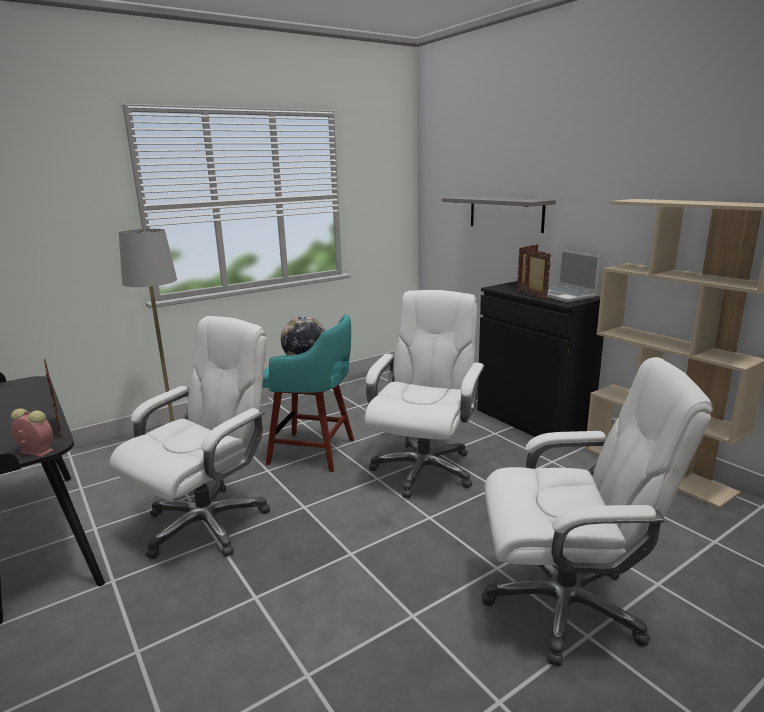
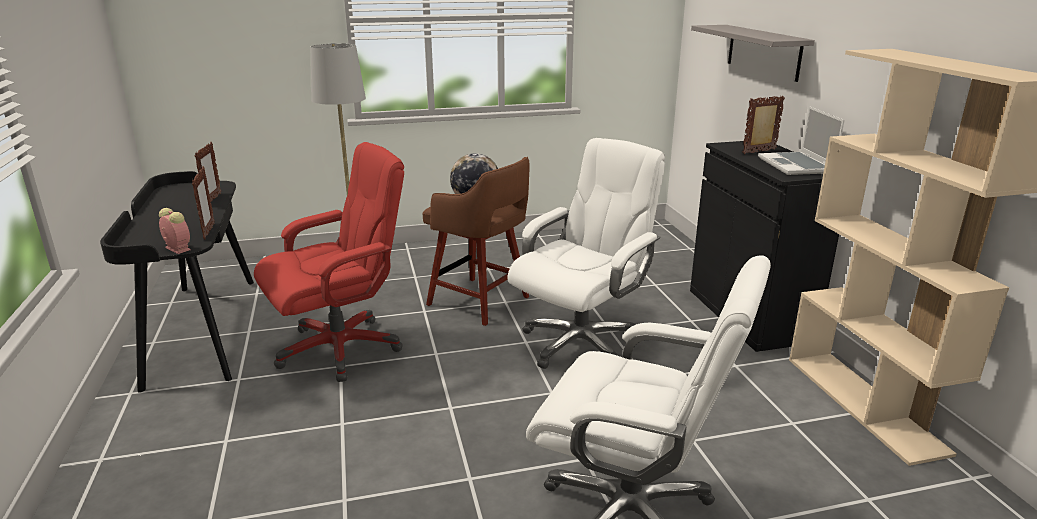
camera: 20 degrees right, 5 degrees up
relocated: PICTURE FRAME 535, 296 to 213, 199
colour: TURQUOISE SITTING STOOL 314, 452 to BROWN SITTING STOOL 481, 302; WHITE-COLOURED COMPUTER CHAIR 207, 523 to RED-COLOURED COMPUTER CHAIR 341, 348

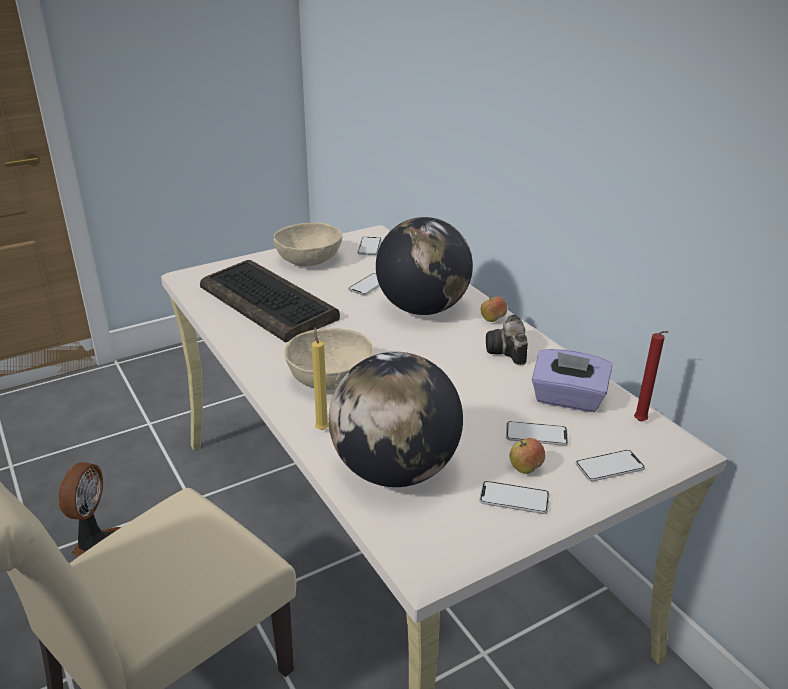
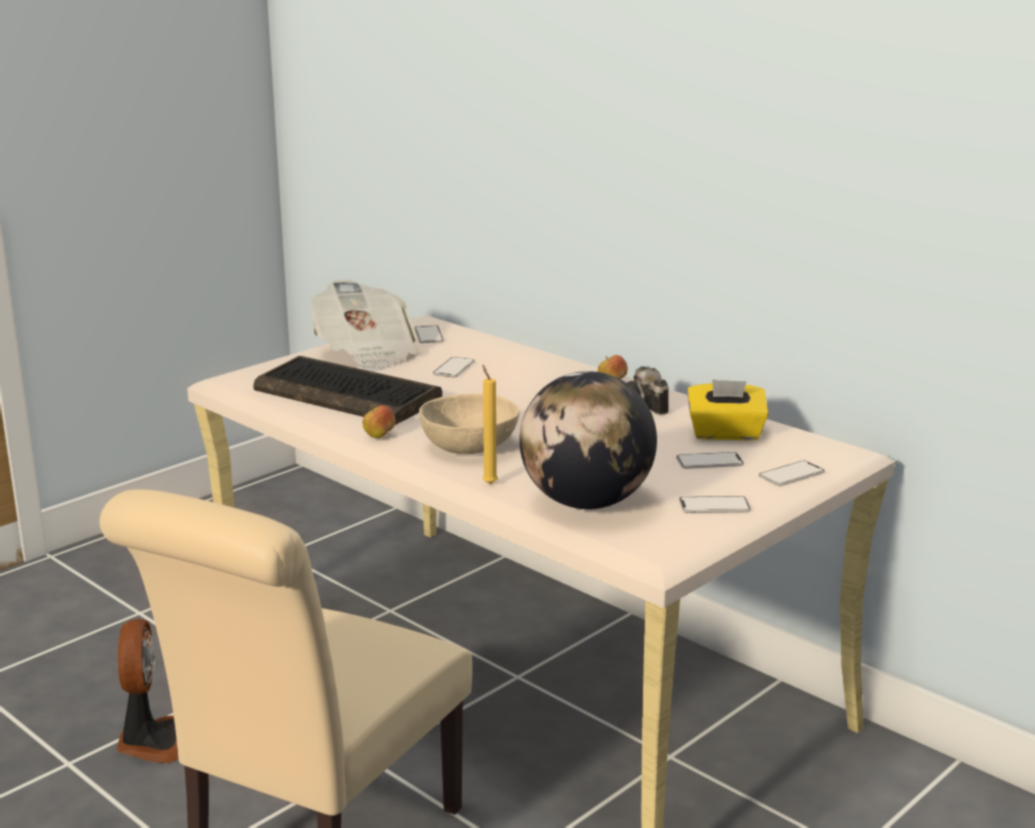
camera: 15 degrees left, 10 degrees down
missing: DESK GLOBE 422, 309; RED-COLOURED CANDLE 641, 422
relocated: WHOLE APPLE 525, 468 to 379, 436
exchanged: BEIGE-COLOURED SERVING BOWL 309, 260 to PRINTED PAPER 365, 354
colour: PURPLE BOX OF TISSUES 567, 399 to YELLOWISH BOX OF TISSUES 725, 434

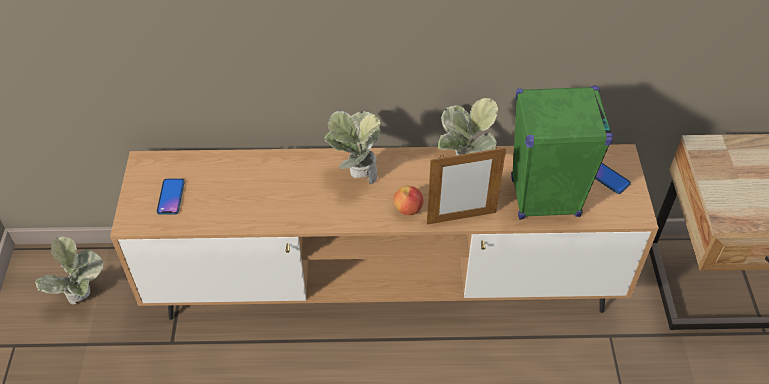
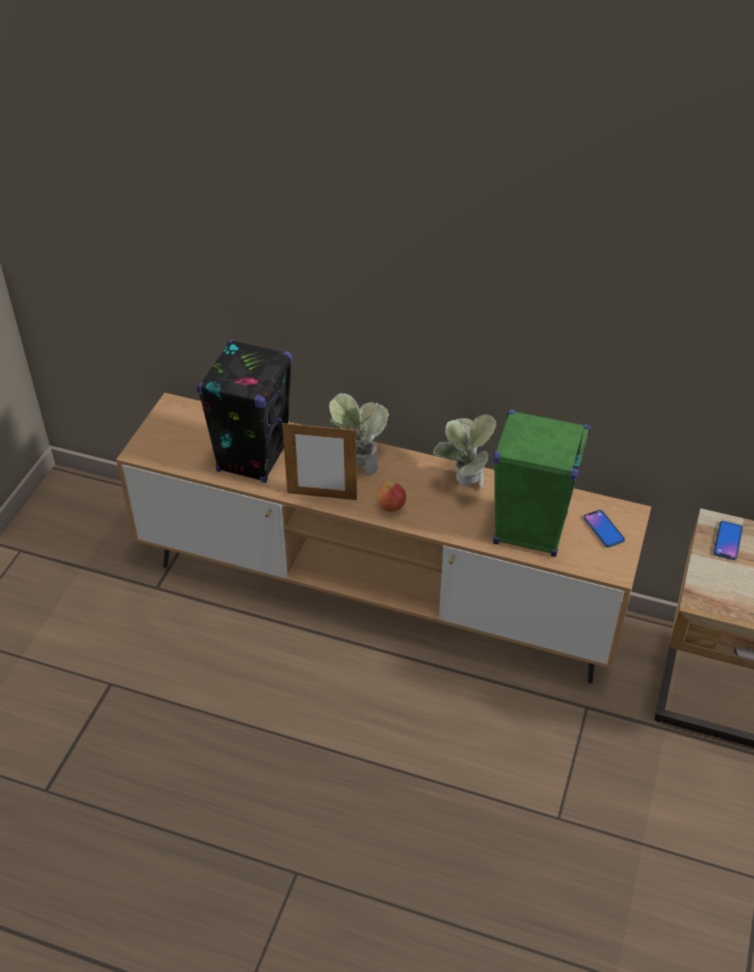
camera: 20 degrees right, 5 degrees down
missing: POTTED PLANT 84, 299
appeared: BLACK-COLOURED SPEAKER 253, 458
relocated: PICTURE FRAME 461, 218 to 322, 496; TELEPHONE 171, 197 to 727, 541

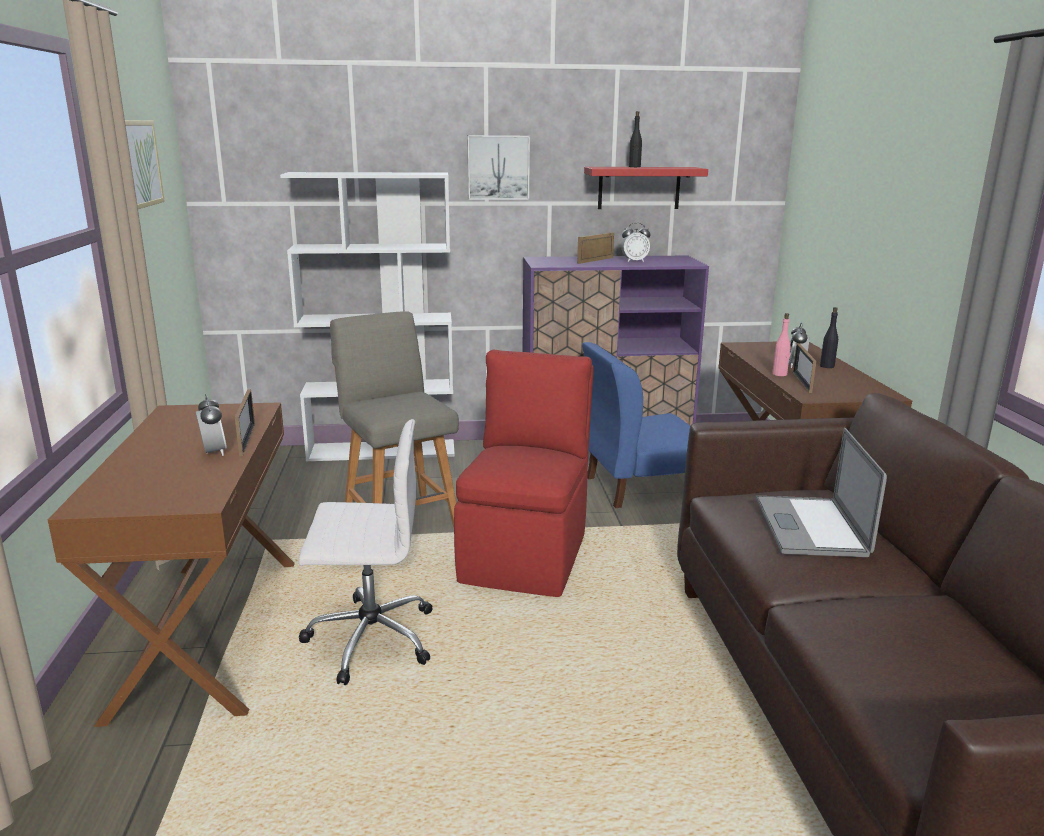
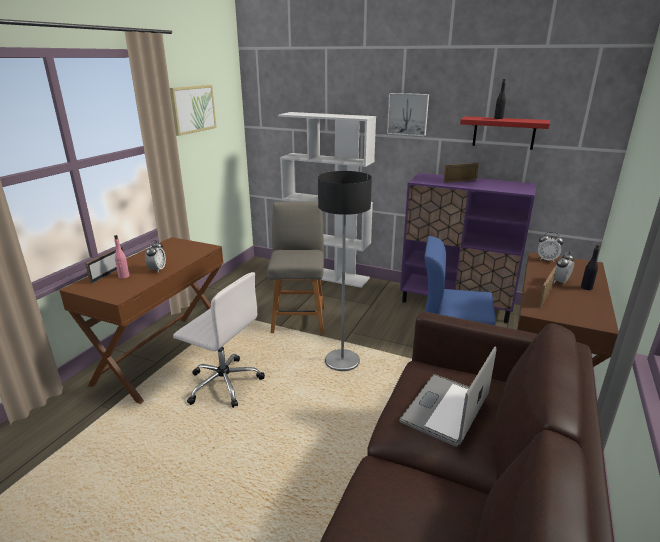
camera: 30 degrees right, 5 degrees up
relocated: ALARM CLOCK 634, 261 to 546, 260; PINK-COLOURED DRINK BOTTLE 779, 374 to 124, 276; PICTURE FRAME 247, 439 to 108, 274
exchanged: RED-COLOURED CHAIR 526, 555 to STANDING LAMP 342, 361

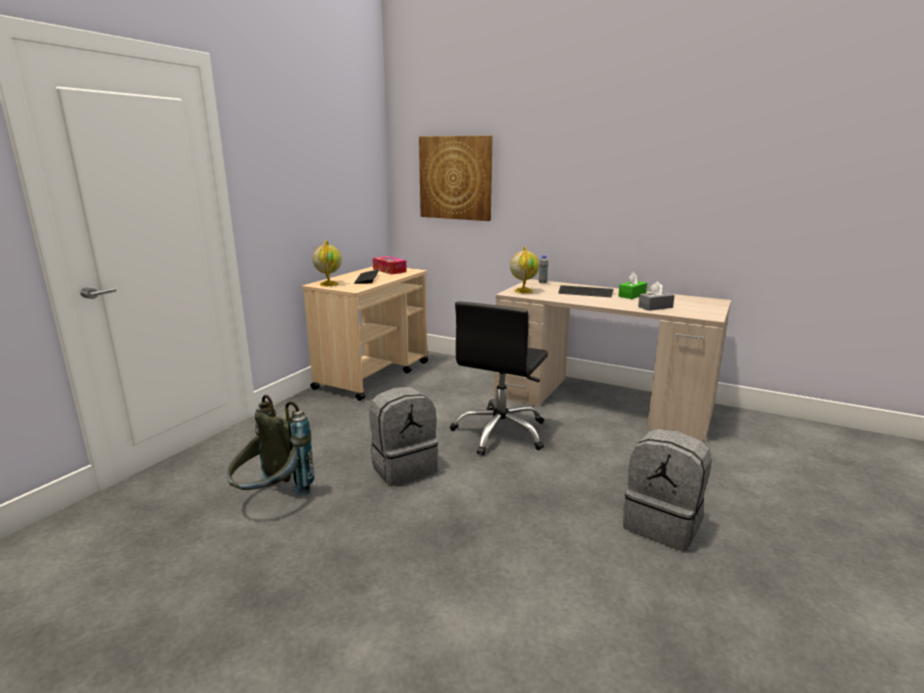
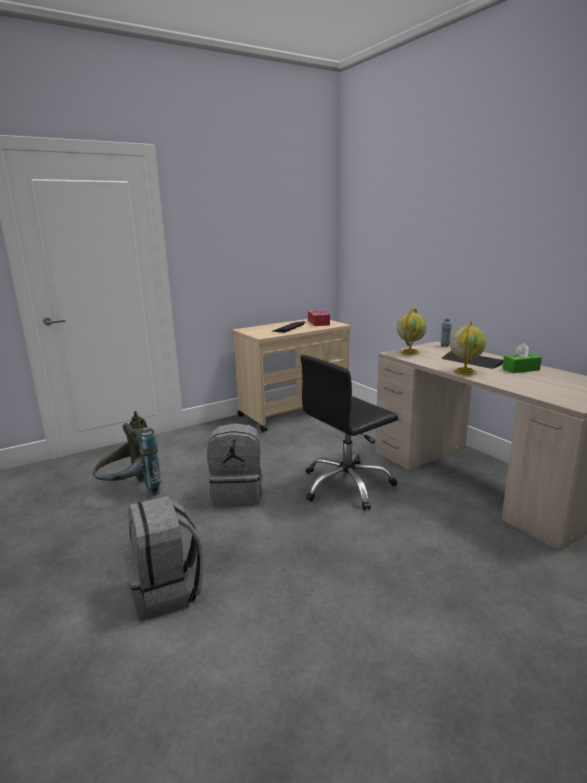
camera: 30 degrees right, 0 degrees up
missing: WALL PICTURE 455, 178; GRAY BOX OF TISSUES 655, 307
relocated: DESK GLOBE 329, 284 to 465, 372; GRAY RUCKSACK 663, 524 to 167, 592

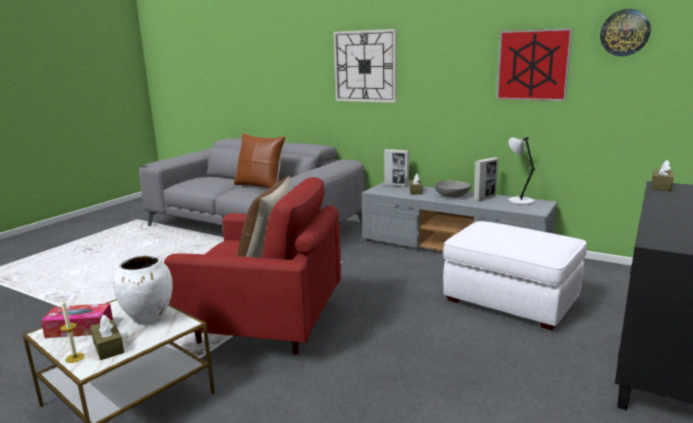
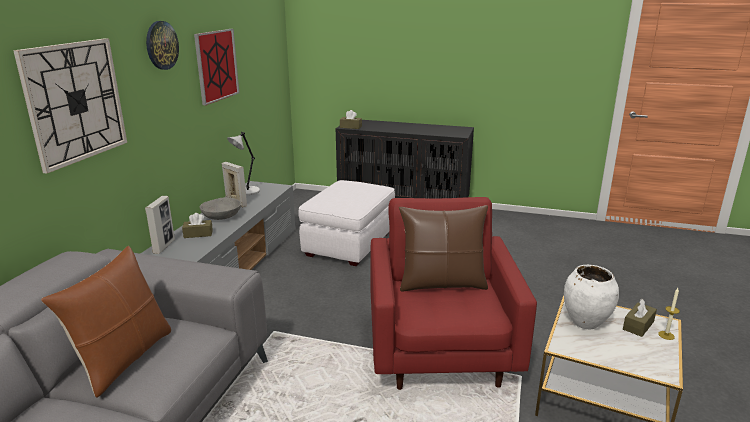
camera: 105 degrees left, 5 degrees up
missing: BOX OF TISSUES 79, 328
relocated: WALL CLOCK 625, 32 to 161, 45

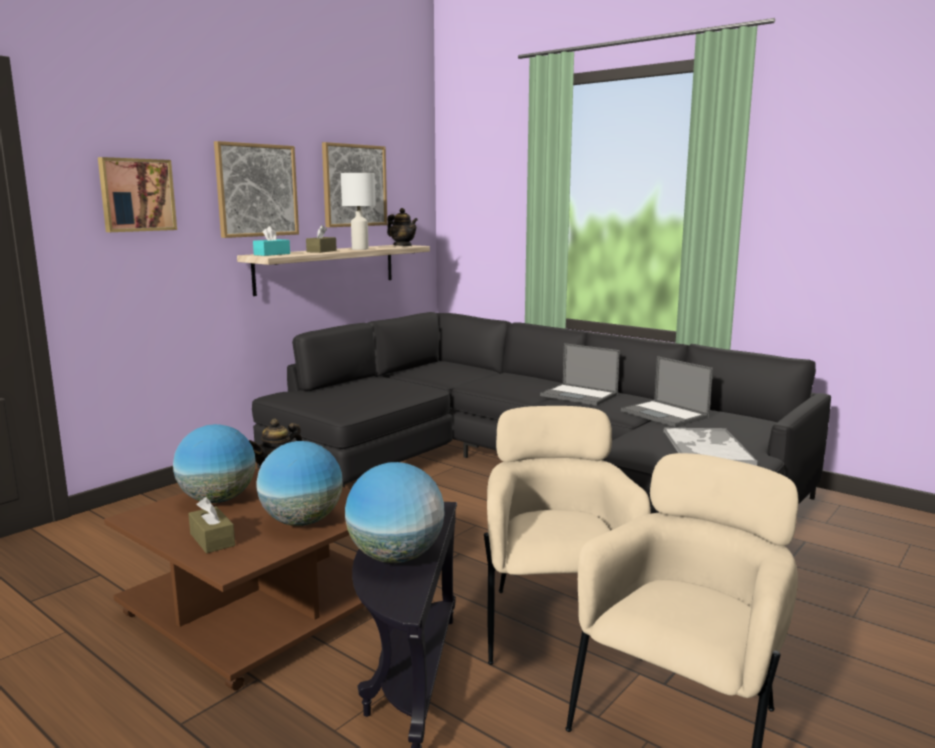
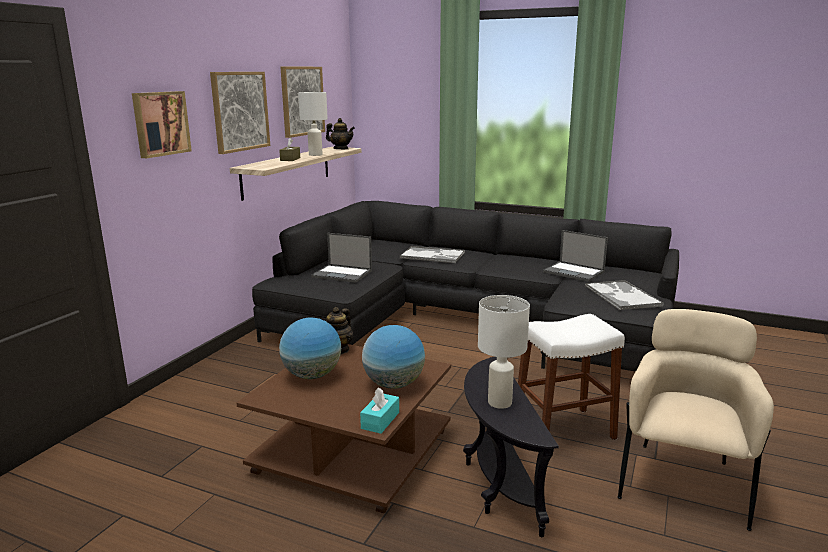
camera: 15 degrees left, 5 degrees up
missing: BROWN BOX OF TISSUES 212, 539
appeared: CARRYING TRAY 433, 255
relocated: TURQUOISE BOX OF TISSUES 272, 254 to 380, 420; NOTEBOOK COMPUTER 580, 395 to 343, 274
exchanged: BEIGE-COLOURED LOUNGE CHAIR 555, 623 to WHITE-COLOURED SITTING STOOL 564, 430; DESK GLOBE 396, 557 to WHITE-COLOURED TABLETOP LAMP 499, 402

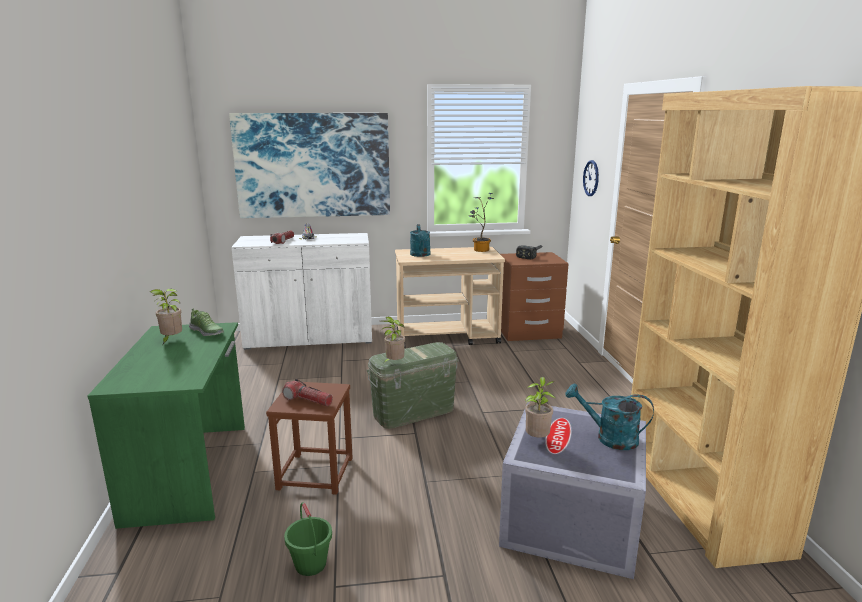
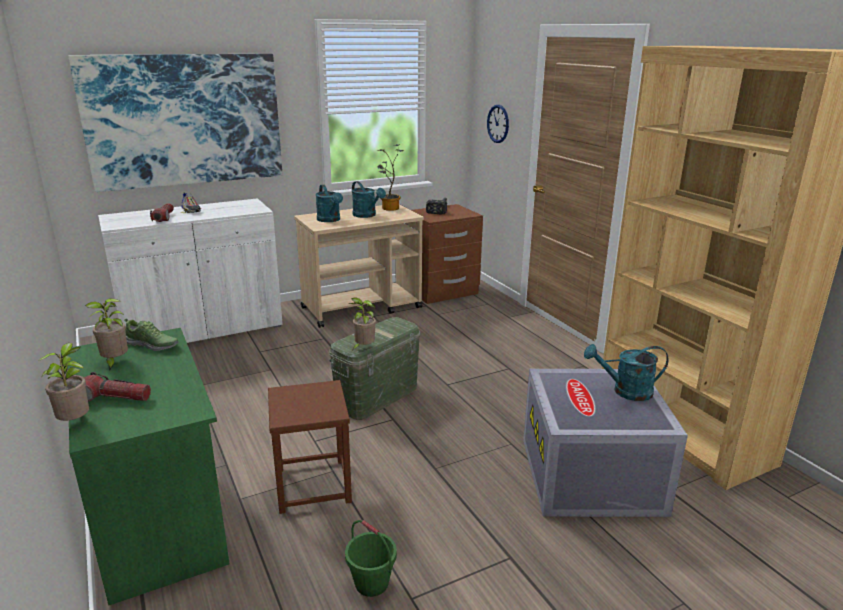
camera: 20 degrees left, 5 degrees up
appeared: TURQUOISE SPRINKLING CAN 367, 215
relocated: POTTED PLANT 537, 439 to 76, 422; FLASHLIGHT 308, 400 to 115, 398

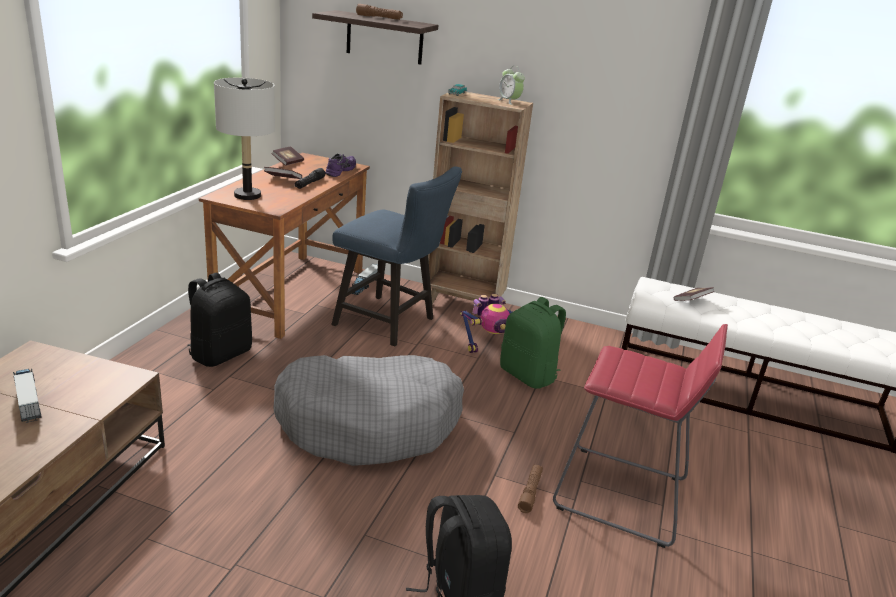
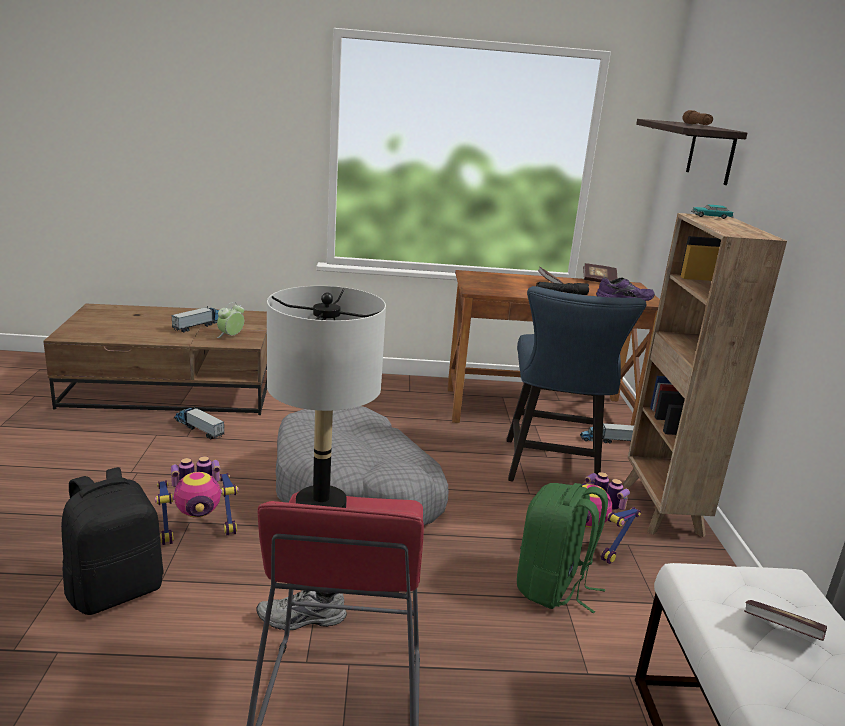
camera: 70 degrees right, 5 degrees down
missing: BLACK-COLOURED RUCKSACK 220, 354
appeared: MODEL TRUCK 198, 428; TOY ROBOT 198, 532
relocated: ALARM CLOCK 509, 101 to 231, 336; GRAY TABLETOP LAMP 247, 195 to 320, 505
exchanged: BROWN FLASHLIGHT 530, 492 to GRAY LOW SHOE 301, 620

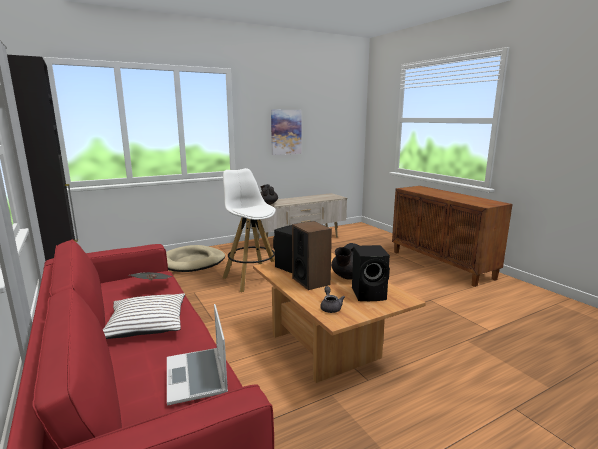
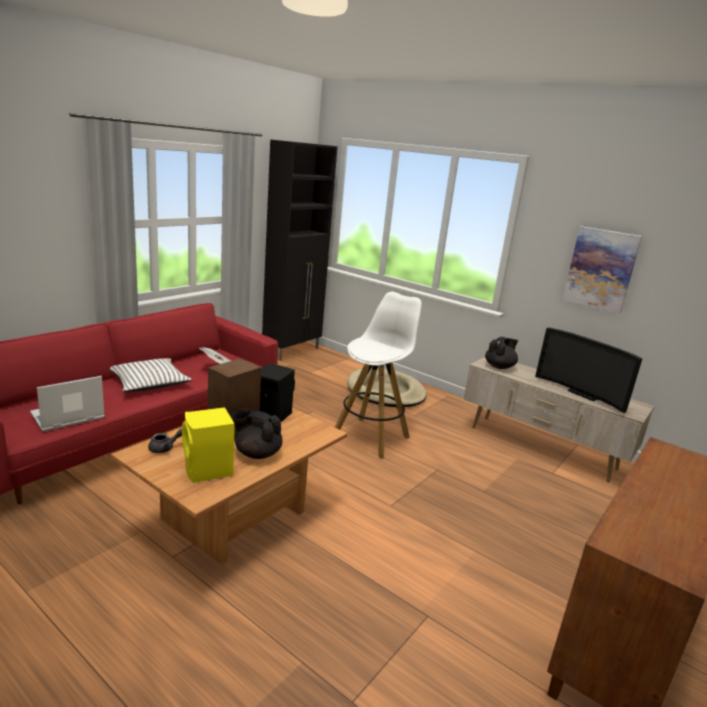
camera: 65 degrees right, 5 degrees up
appeared: TV SET 583, 394
colour: BLACK-COLOURED SPEAKER 370, 294 to YELLOWISH SPEAKER 208, 471

